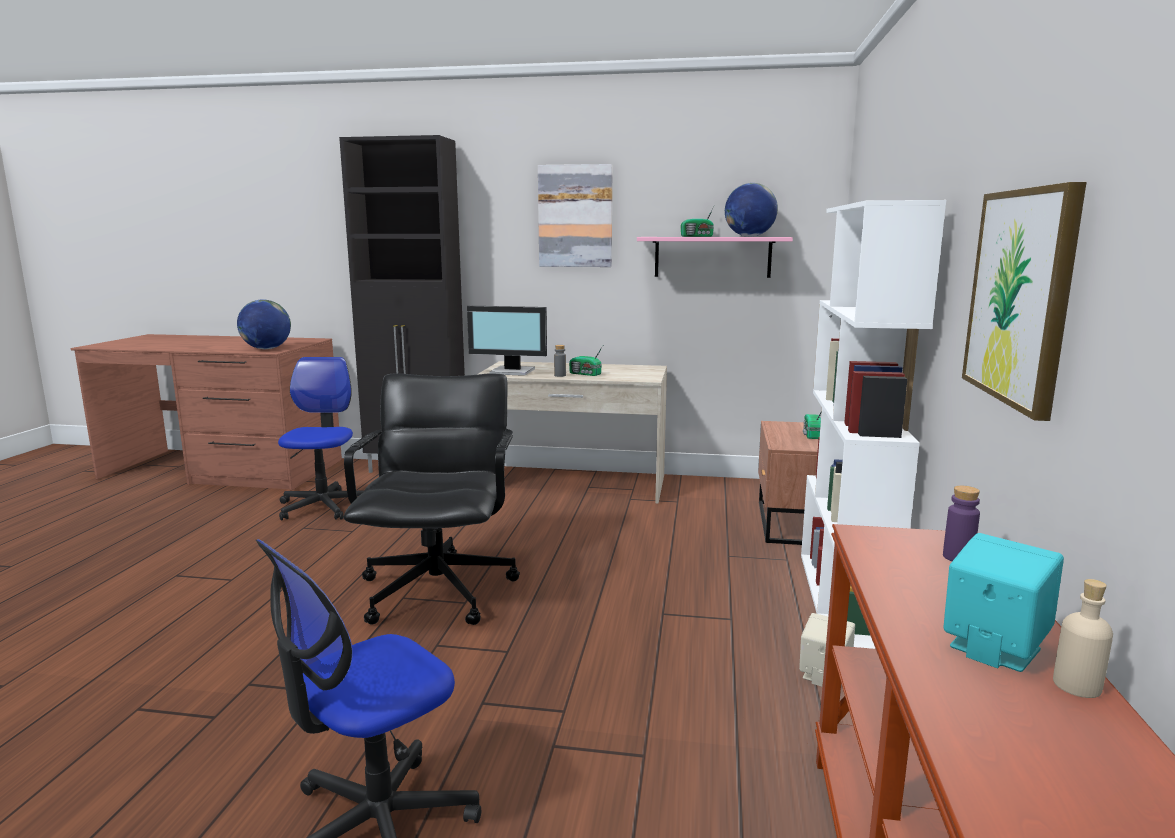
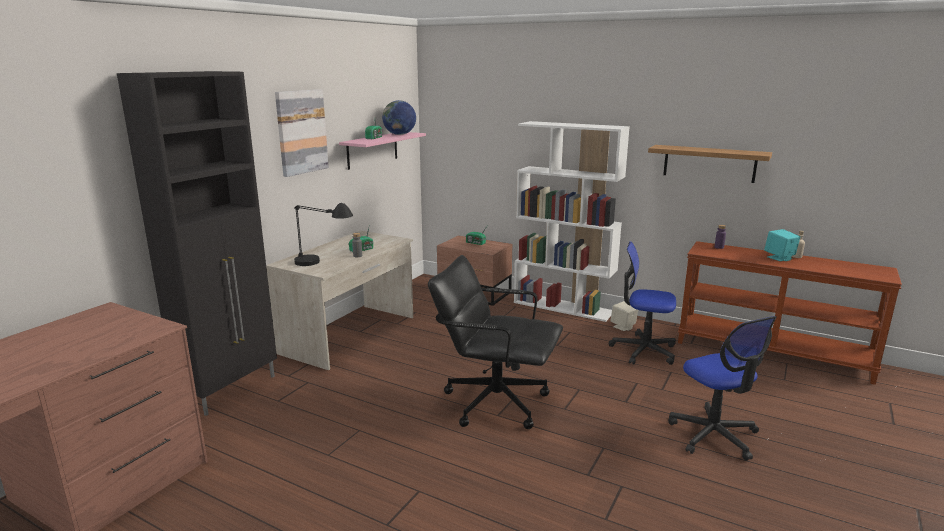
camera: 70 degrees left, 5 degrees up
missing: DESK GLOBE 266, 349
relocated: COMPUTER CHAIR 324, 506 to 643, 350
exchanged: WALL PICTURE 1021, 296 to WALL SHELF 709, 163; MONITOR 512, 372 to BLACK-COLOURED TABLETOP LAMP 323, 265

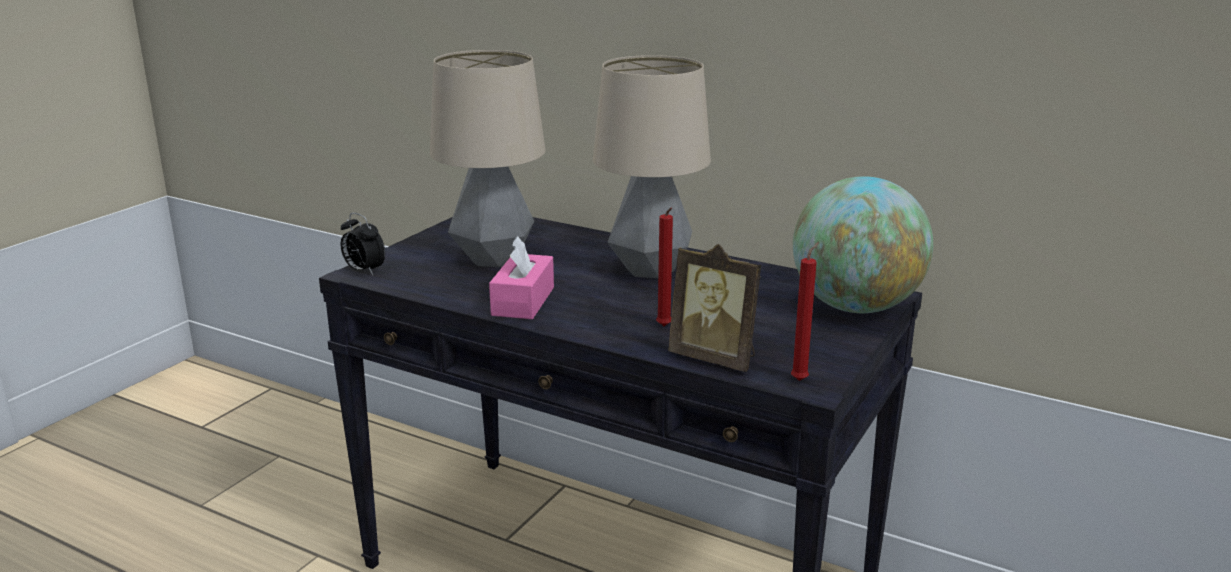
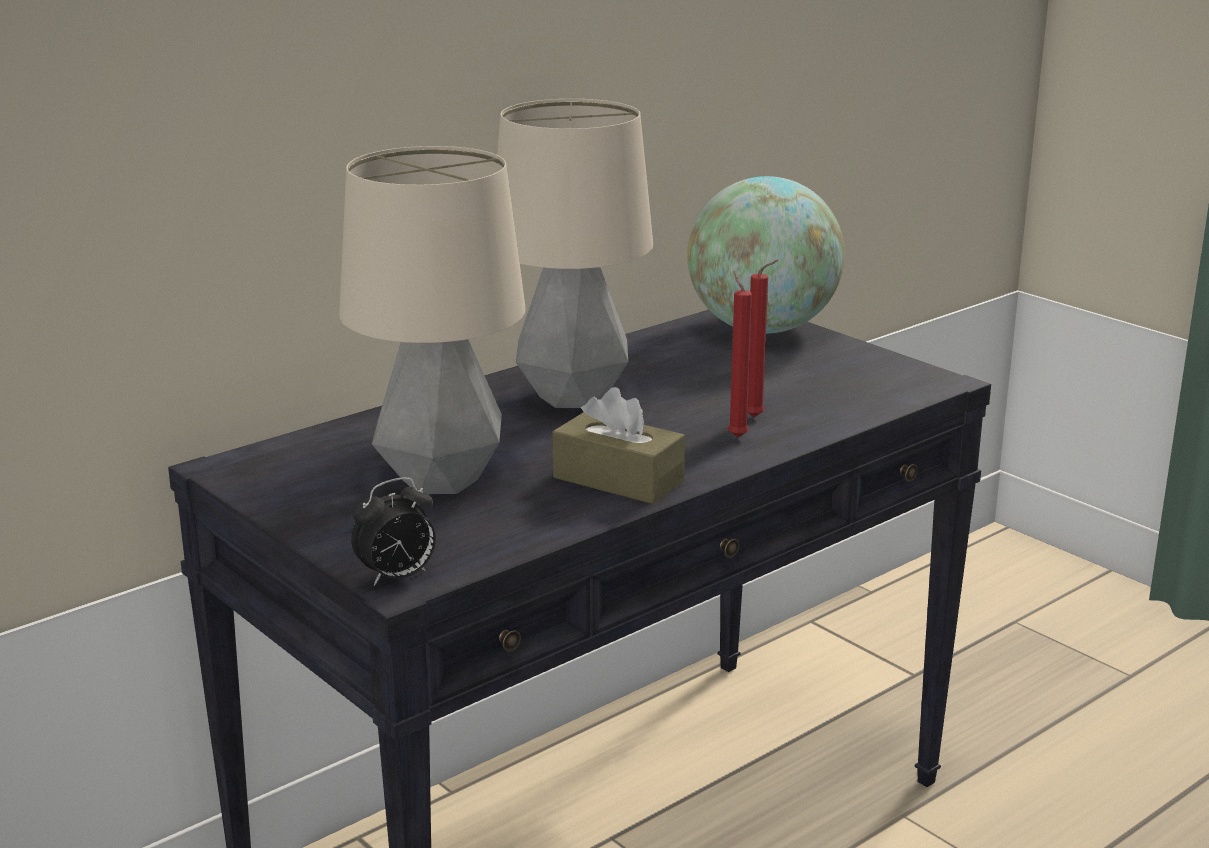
camera: 70 degrees left, 0 degrees up
missing: PICTURE FRAME 715, 358
relocated: RED-COLOURED CANDLE 801, 379 to 736, 436
colour: PINK-COLOURED BOX OF TISSUES 523, 301 to BROWN BOX OF TISSUES 618, 479

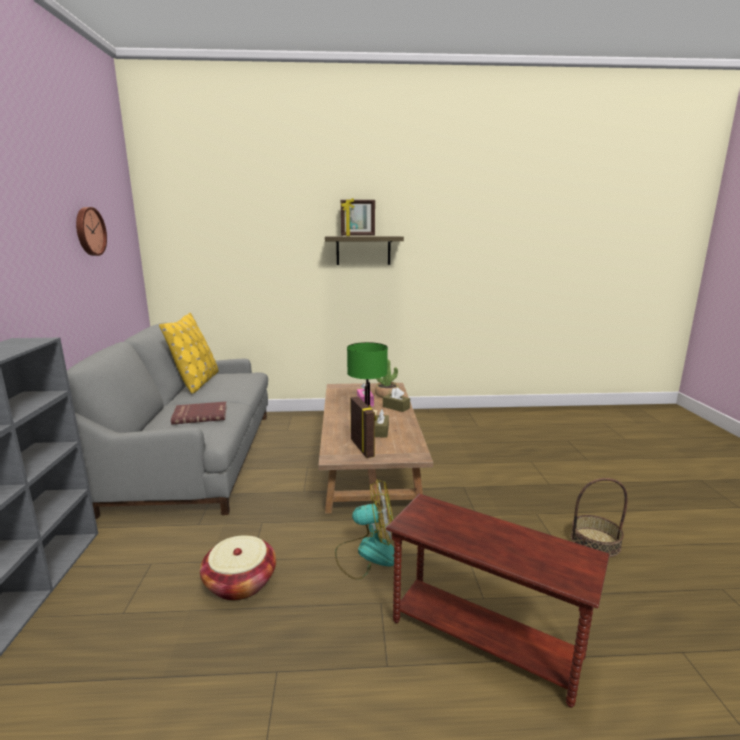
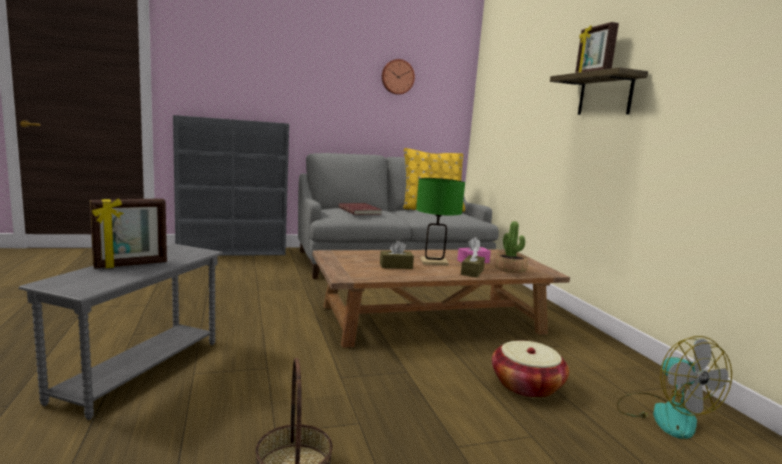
camera: 75 degrees right, 5 degrees down
relocated: PICTURE FRAME 363, 448 to 131, 265; FAN 367, 553 to 663, 414; STORAGE BASKET 240, 583 to 526, 386
colour: BROWN ACCENT TABLE 484, 639 to GRAY ACCENT TABLE 141, 371

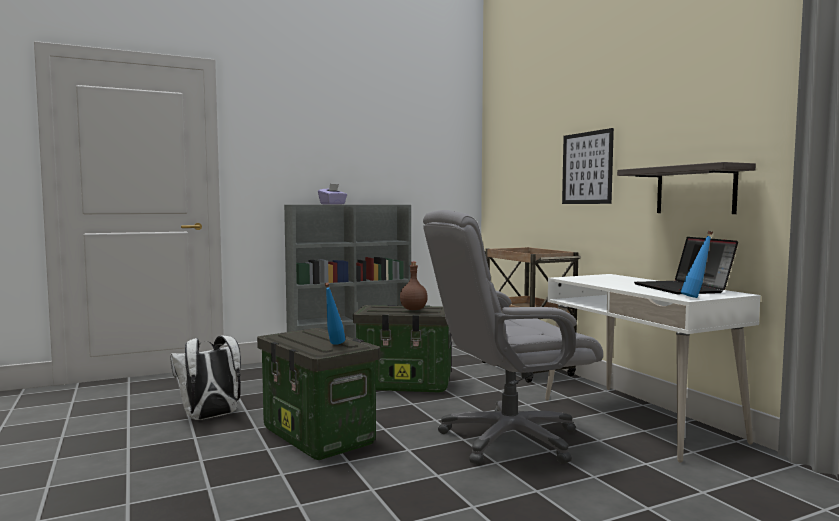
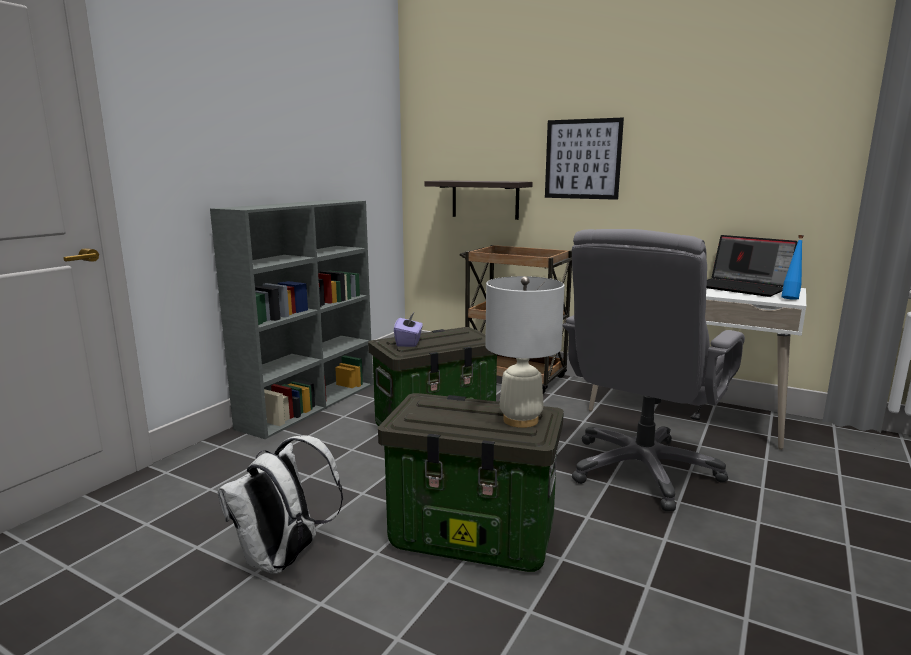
camera: 35 degrees left, 10 degrees up
missing: BROWN DRINK BOTTLE 413, 309
relocated: WALL SHELF 695, 190 to 485, 199; PURPLE BOX OF TISSUES 333, 204 to 409, 342
exchanged: BLUE DRINK BOTTLE 333, 345 to WHITE-COLOURED TABLETOP LAMP 520, 420

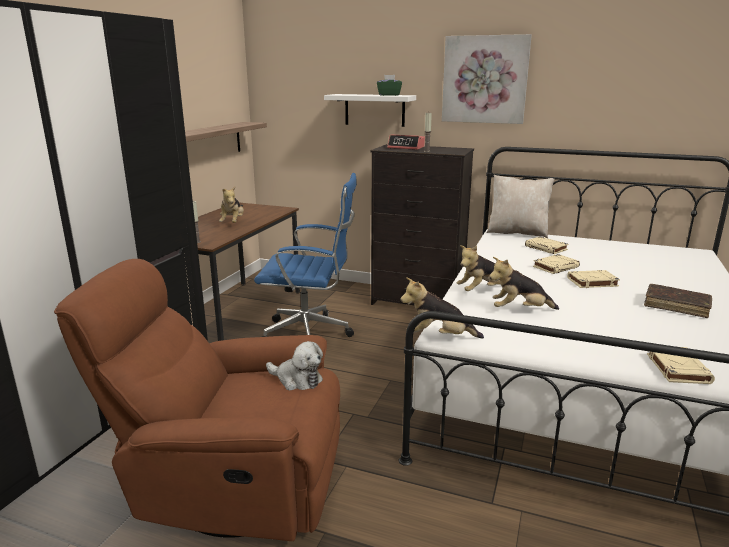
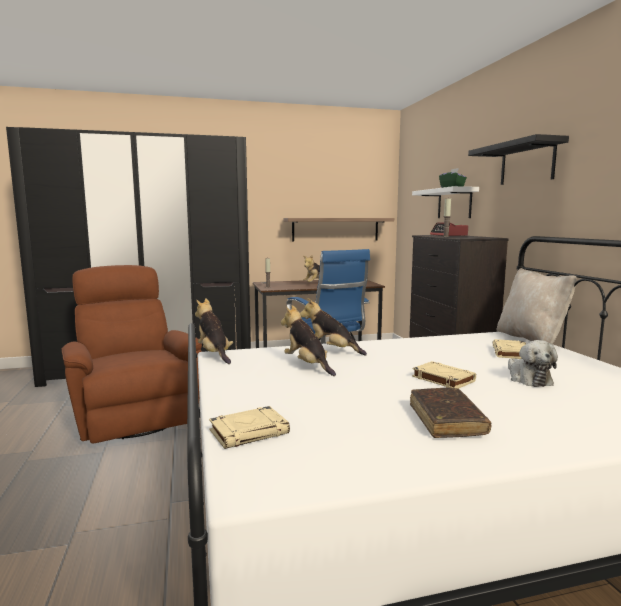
camera: 55 degrees right, 10 degrees down
missing: BEIGE-COLOURED BOOK 555, 267
relocated: SOFT TOY 297, 380 to 528, 378
exchanged: WALL PICTURE 485, 79 to BLACK-COLOURED WALL SHELF 527, 163

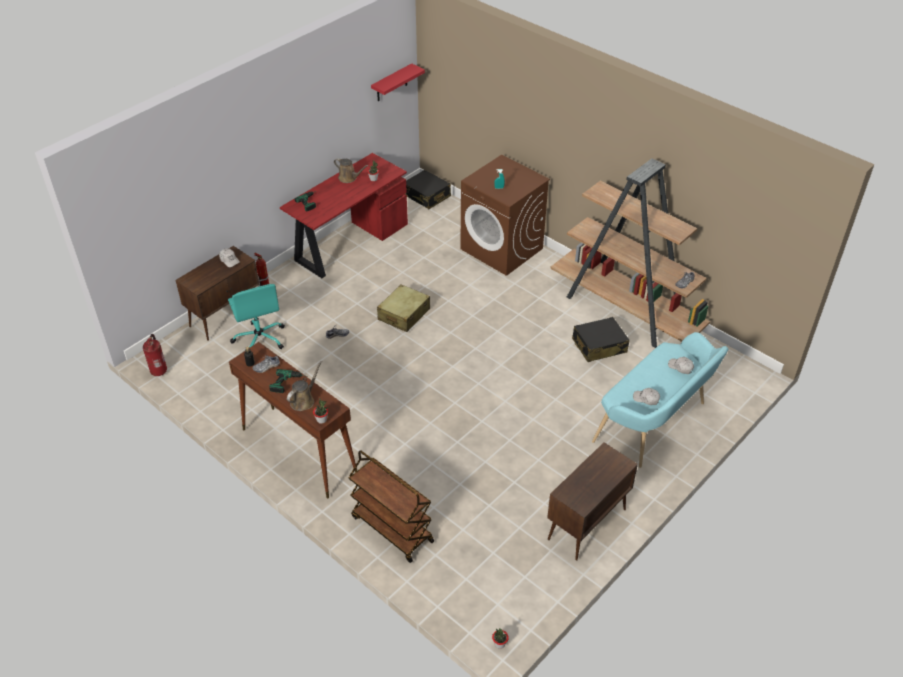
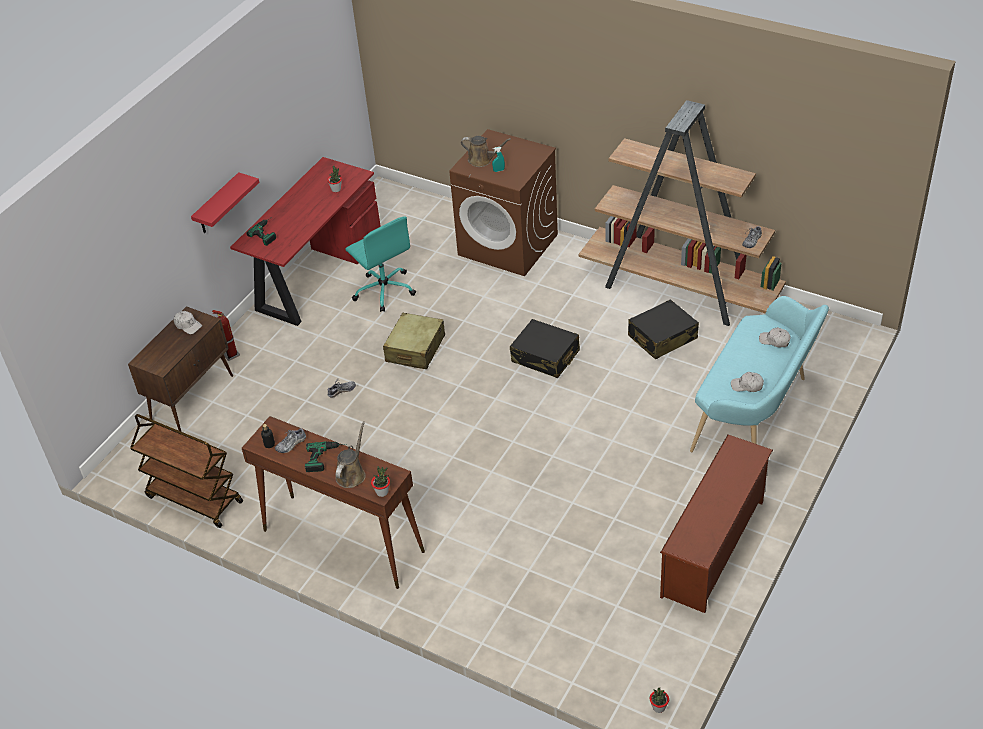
camera: 10 degrees left, 0 degrees up
missing: FIRE-FIGHTING CYLINDER 159, 370
relocated: RED-COLOURED WALL SHELF 392, 83 to 217, 205; BROWN SPRINKLING CAN 349, 178 to 482, 160; BLACK-COLOURED SUITCASE 427, 196 to 545, 356; TURQUOISE COMPUTER CHAIR 260, 339 to 384, 290; BROWN CART 391, 529 to 193, 499
exchanged: BROWN STORAGE CABINET 586, 525 to BROWN SHOE RACK 714, 549

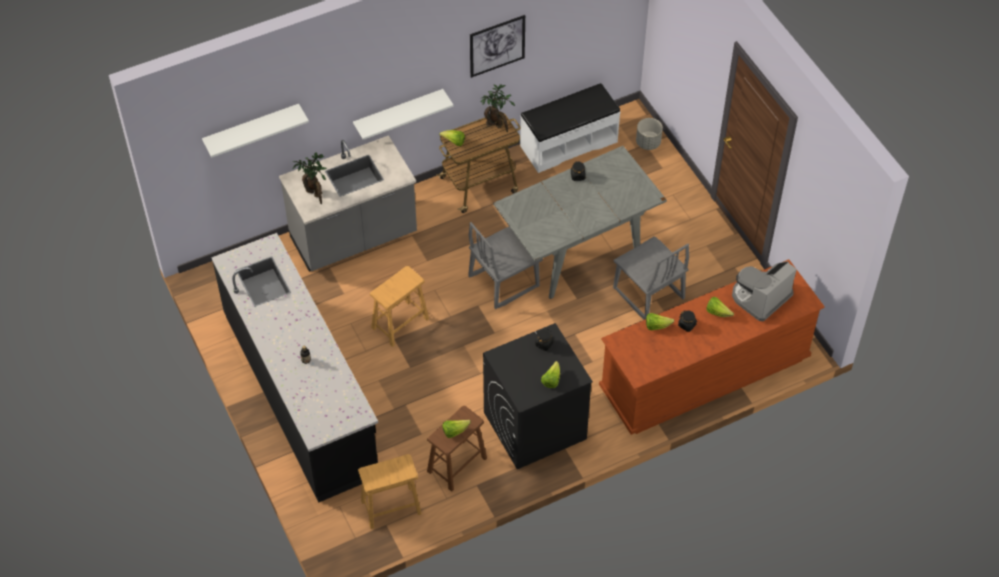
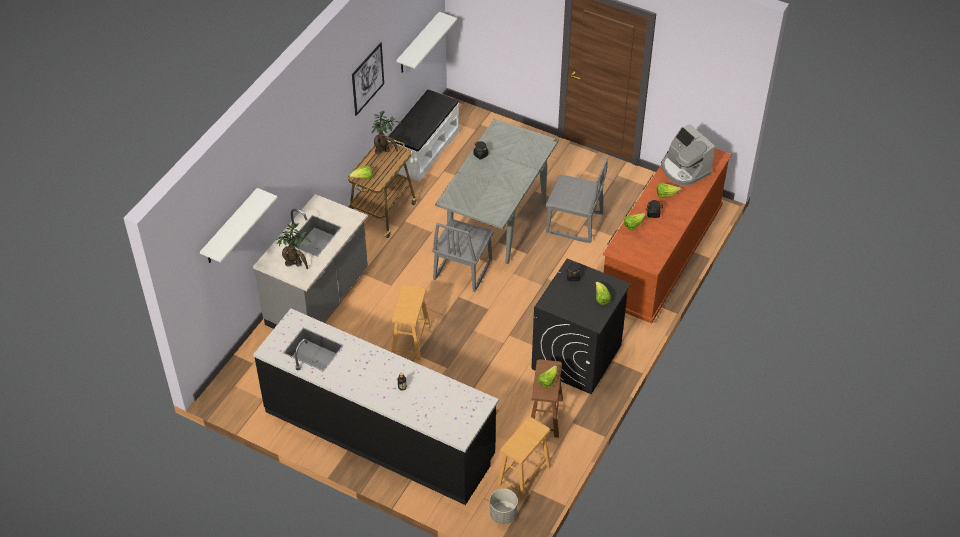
camera: 35 degrees left, 5 degrees down
relocated: WHITE-COLOURED WALL SHELF 398, 113 to 418, 44; GRAY PLANTER 648, 143 to 503, 514
spun: COFFEE MACHINE 760, 297 = 684, 169 45 degrees counterclockwise

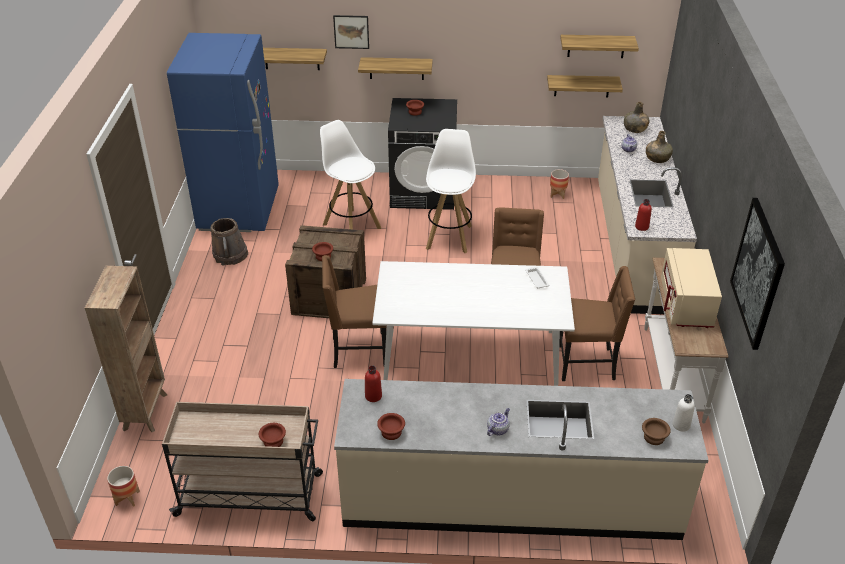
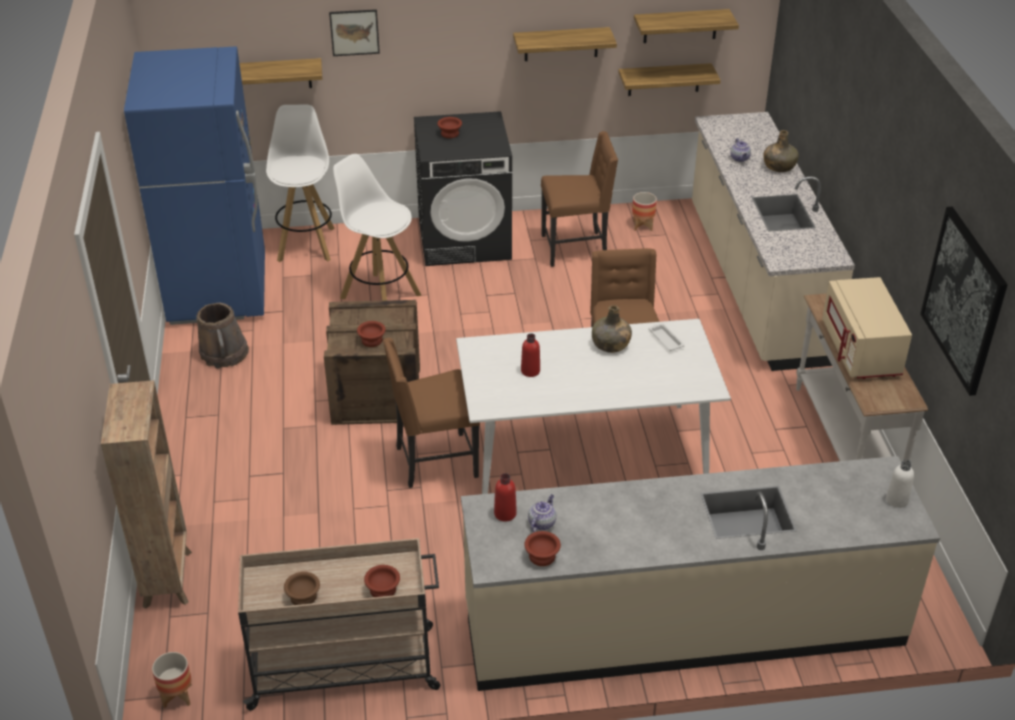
camera: 10 degrees left, 0 degrees up
relocated: WALL SHELF 396, 68 to 561, 44; GREEN DRINK BOTTLE 635, 129 to 610, 344; WHITE-COLOURED SITTING STOOL 449, 236 to 306, 243; RED-COLOURED DRINK BOTTLE 641, 227 to 530, 371; BROWN CHAIR 587, 363 to 576, 248; POT FOR TEA 497, 429 to 541, 523; BROWN SERVING BOWL 653, 437 to 303, 596

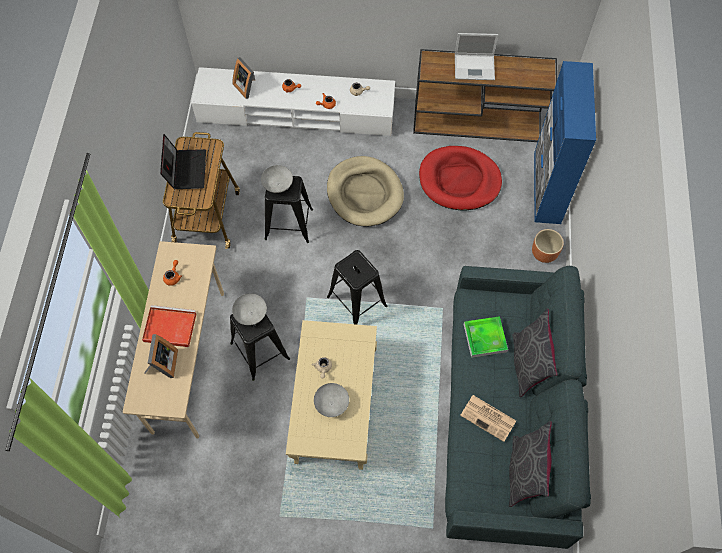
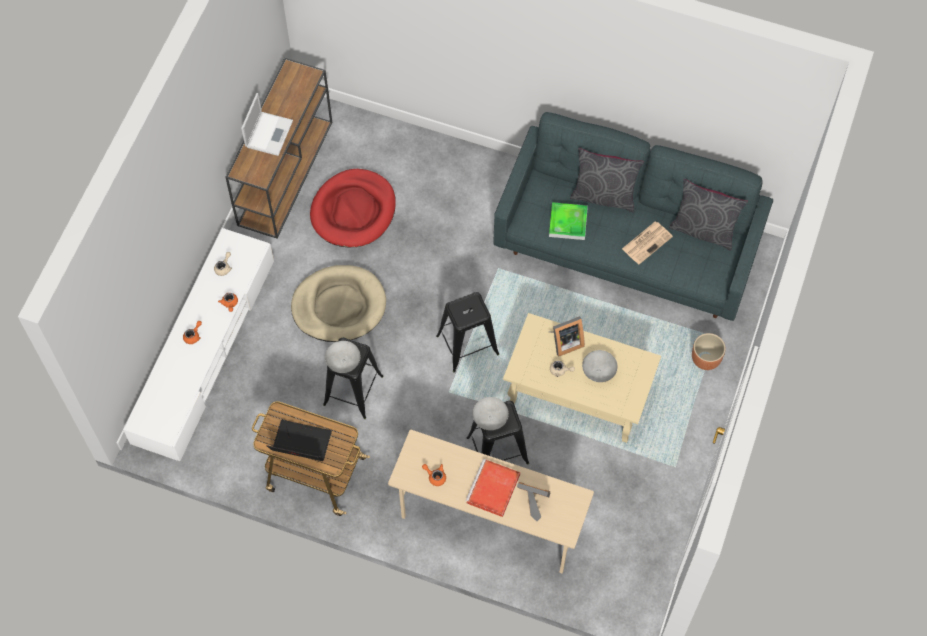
camera: 75 degrees left, 0 degrees up
missing: BLUE STORAGE CABINET 547, 188
relocated: PICTURE FRAME 247, 86 to 565, 342; BROWN PLANTER 544, 253 to 706, 358

